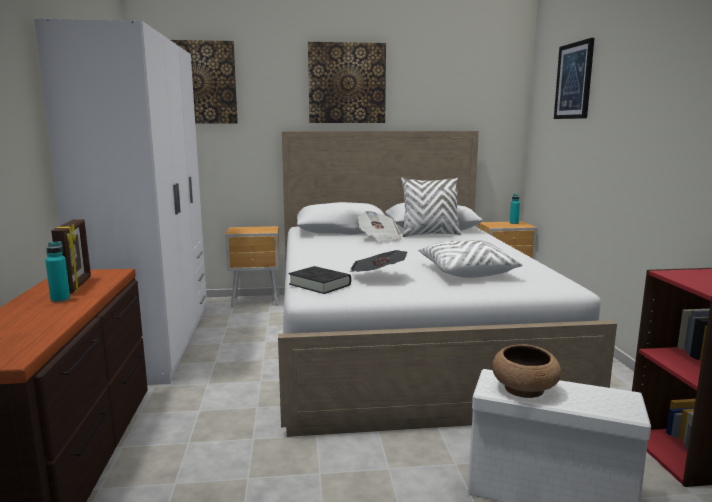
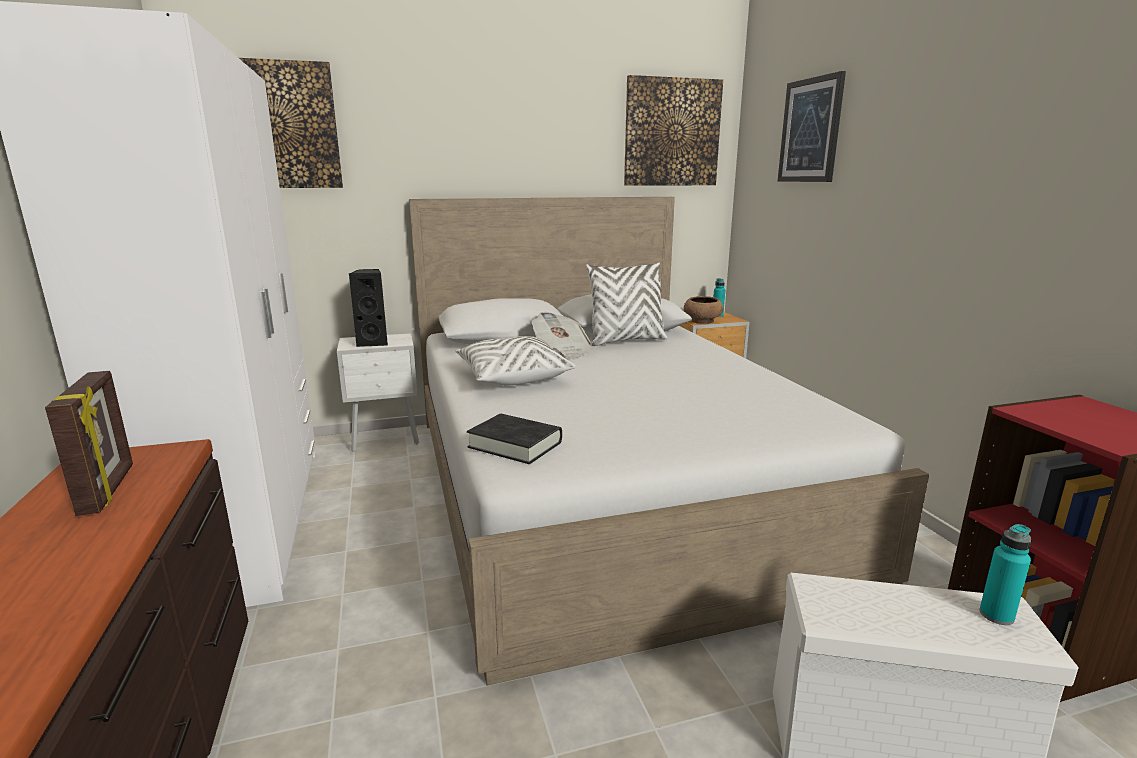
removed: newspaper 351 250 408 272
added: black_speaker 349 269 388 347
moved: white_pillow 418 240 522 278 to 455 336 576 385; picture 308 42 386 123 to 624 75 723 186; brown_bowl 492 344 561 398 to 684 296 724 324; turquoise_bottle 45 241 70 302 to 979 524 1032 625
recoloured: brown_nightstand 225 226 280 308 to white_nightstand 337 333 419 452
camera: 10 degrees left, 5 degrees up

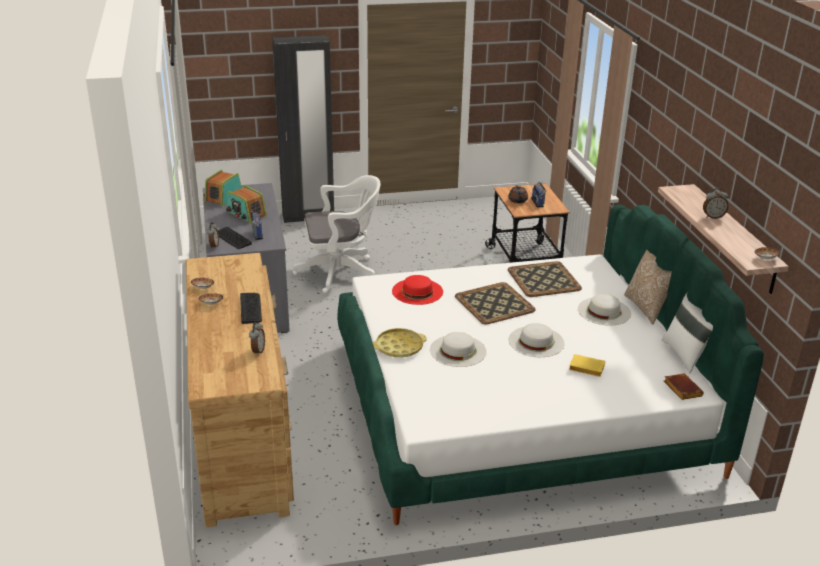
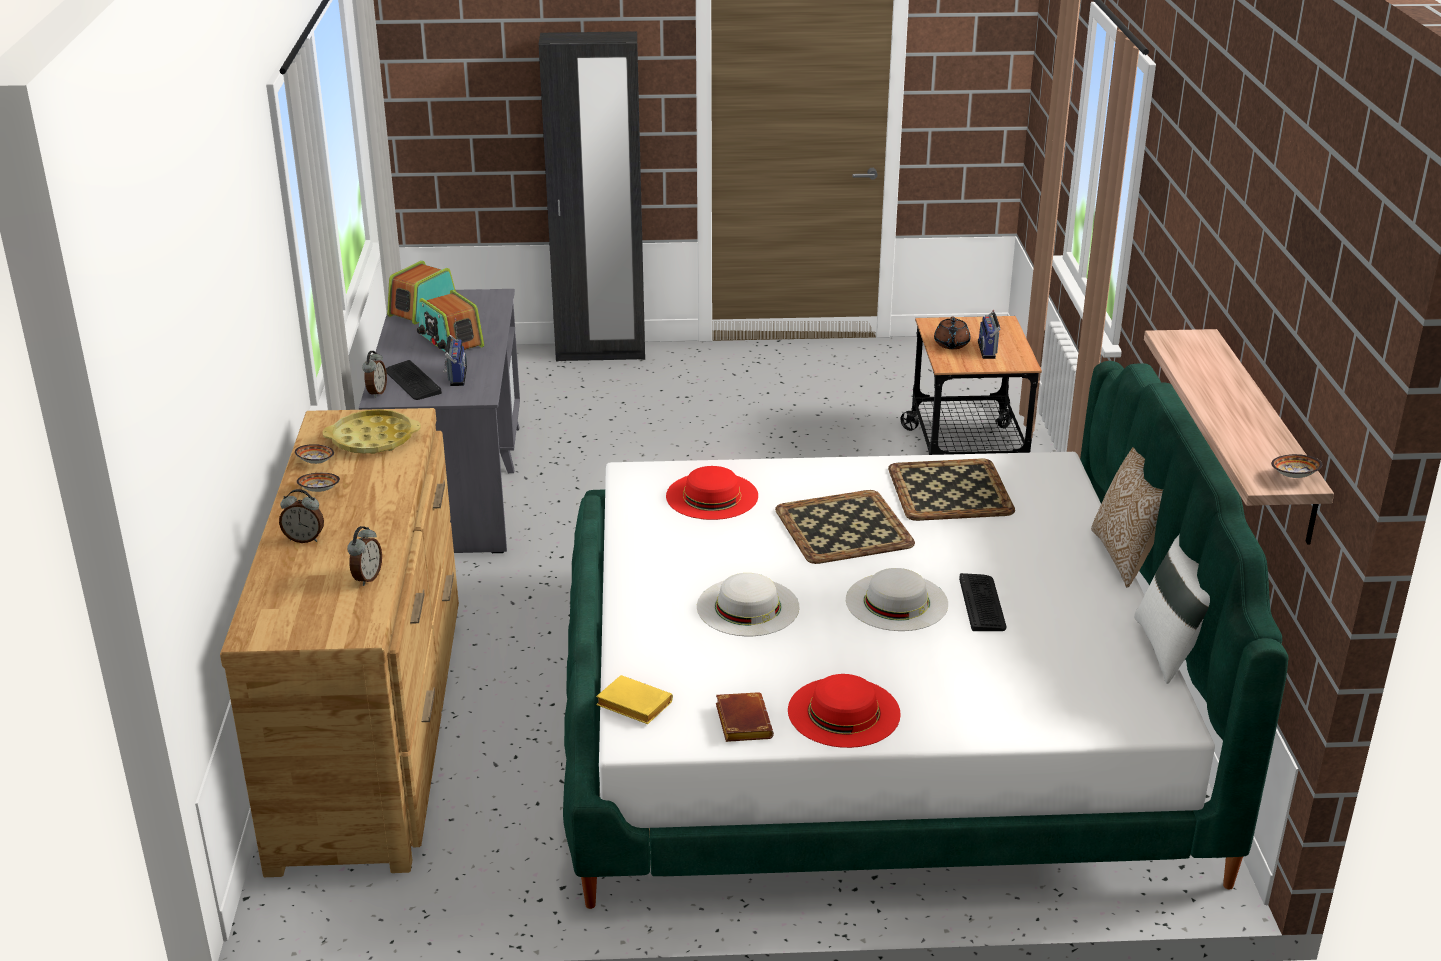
removed: white_office_chair 293 175 381 294; white_hat 578 294 631 325
added: red_hat 788 674 901 748
moved: alarm_clock 703 188 729 219 to 279 489 324 543; yellow_tray 372 328 427 357 to 323 409 421 454; yellow_book 569 354 605 377 to 596 675 673 724; brown_book 664 373 704 400 to 716 692 774 742; keyboard 240 293 262 324 to 959 573 1006 631
camera: 10 degrees right, 0 degrees up

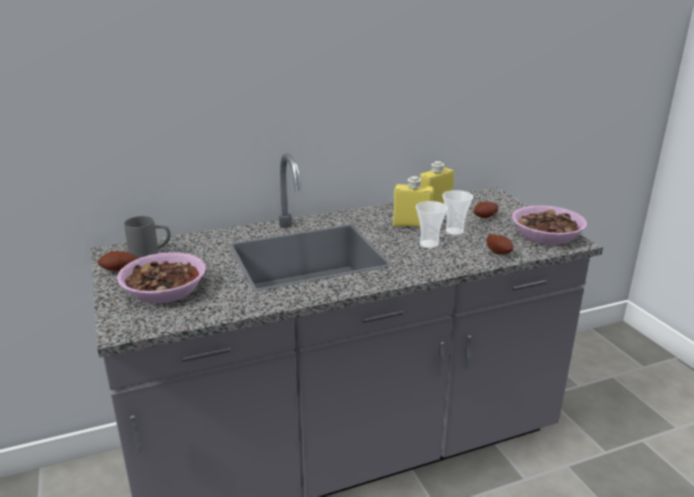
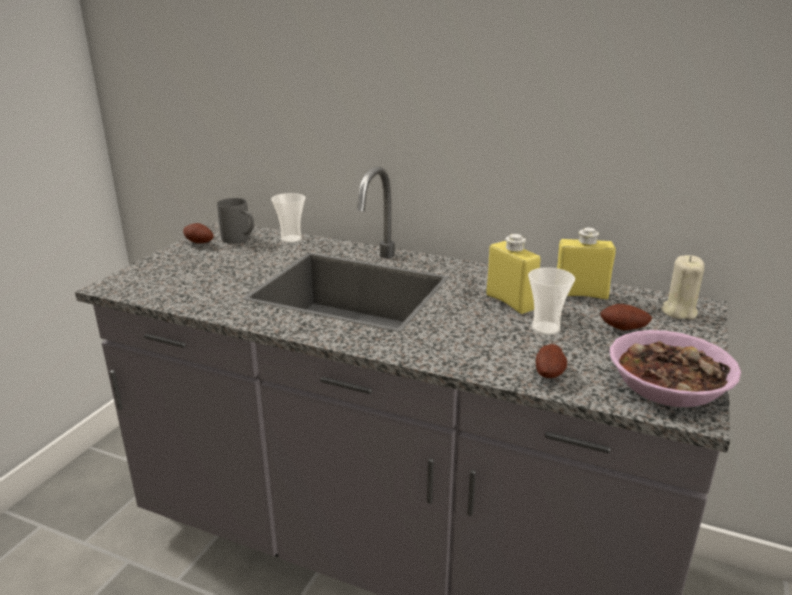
removed: bowl 117 252 206 303
added: beige_candle 661 255 705 319
moved: cup 416 201 448 249 to 271 193 306 243
camera: 45 degrees right, 0 degrees up

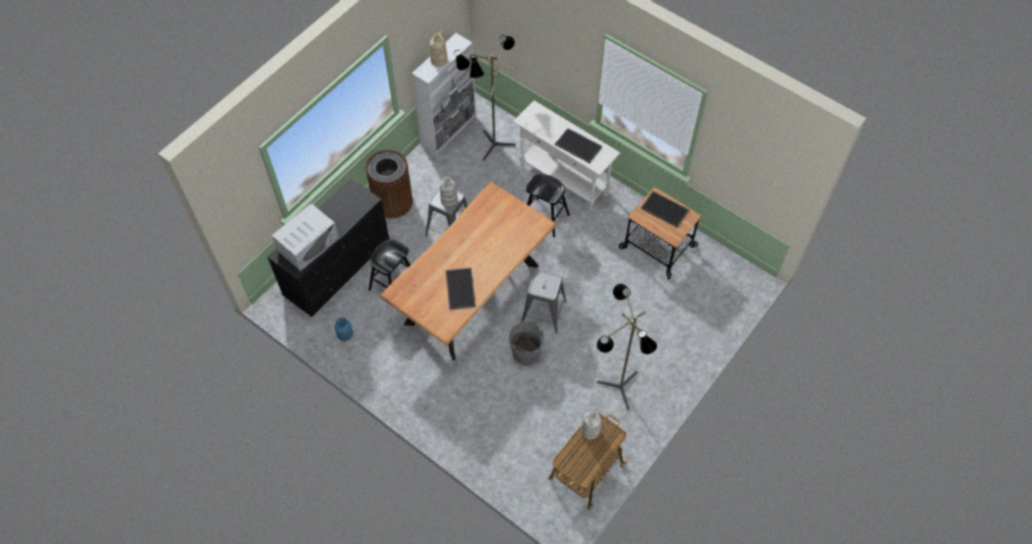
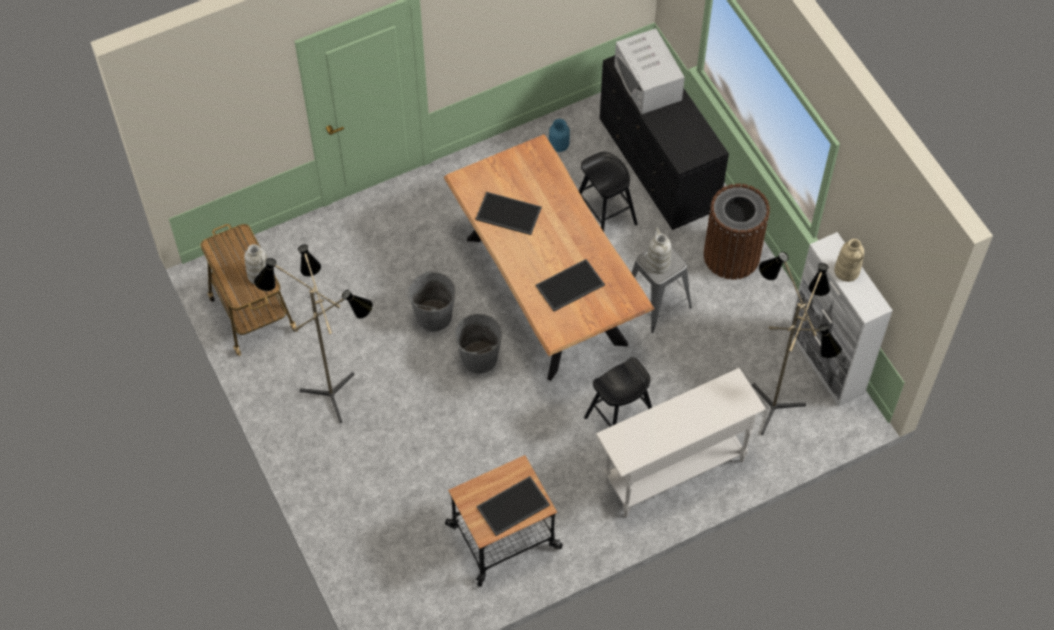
moved: tray 555 128 602 163 to 536 259 605 312
replaced: grey_stool 521 270 567 333 to grey_bucket 455 314 502 374
camera: 115 degrees right, 0 degrees up

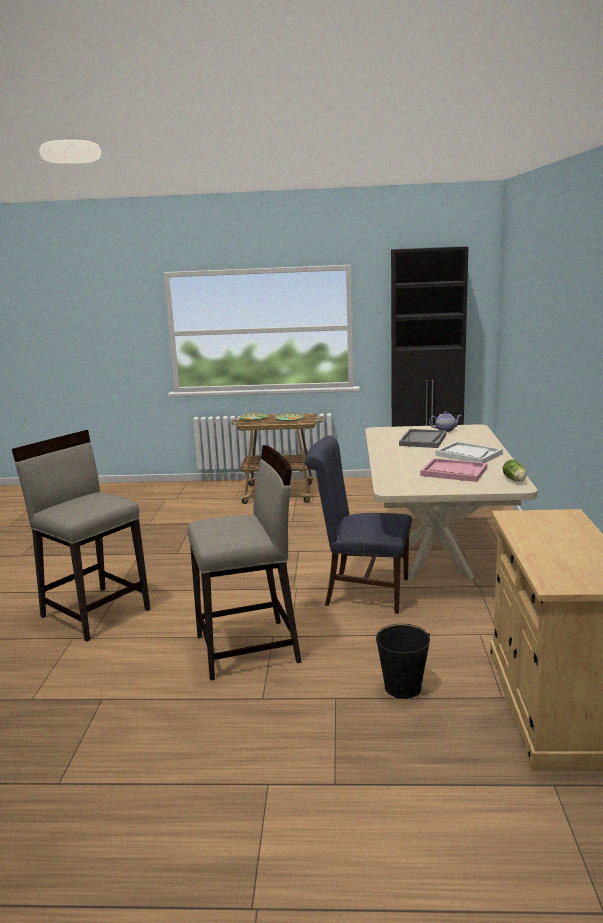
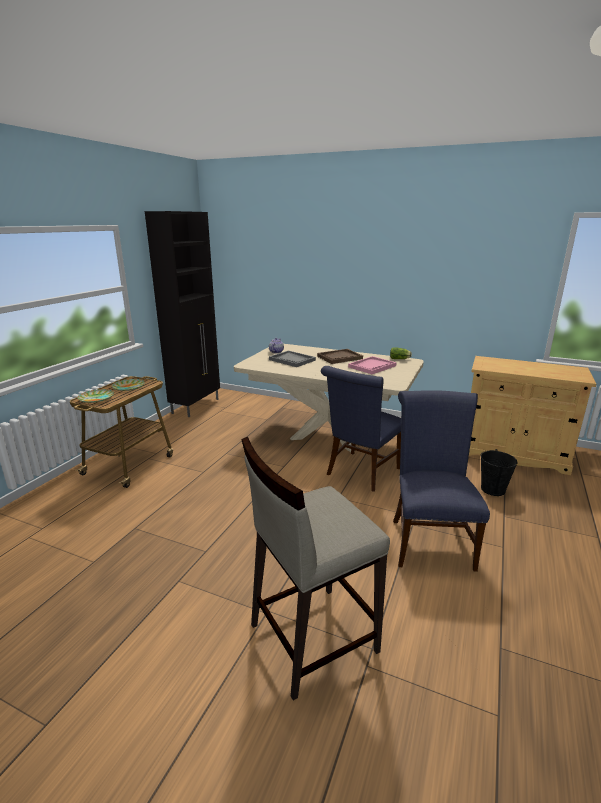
replaced: beige_stool 187 445 301 681 to blue_chair 393 390 490 572
recoloured: white_tray 435 441 503 463 to brown_tray 317 349 363 364
camera: 70 degrees left, 5 degrees up

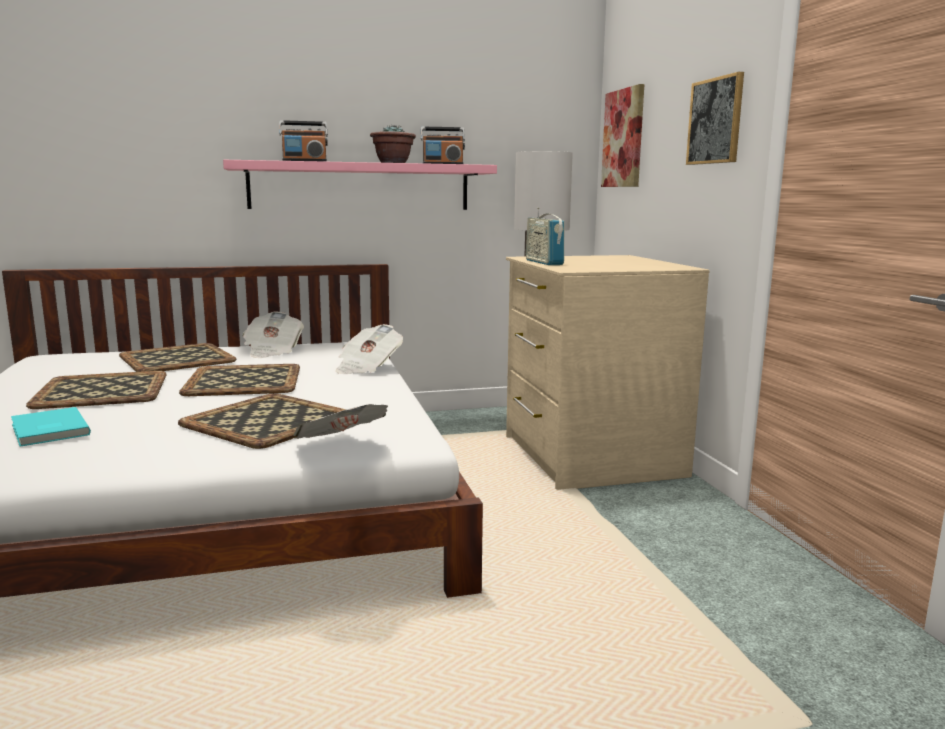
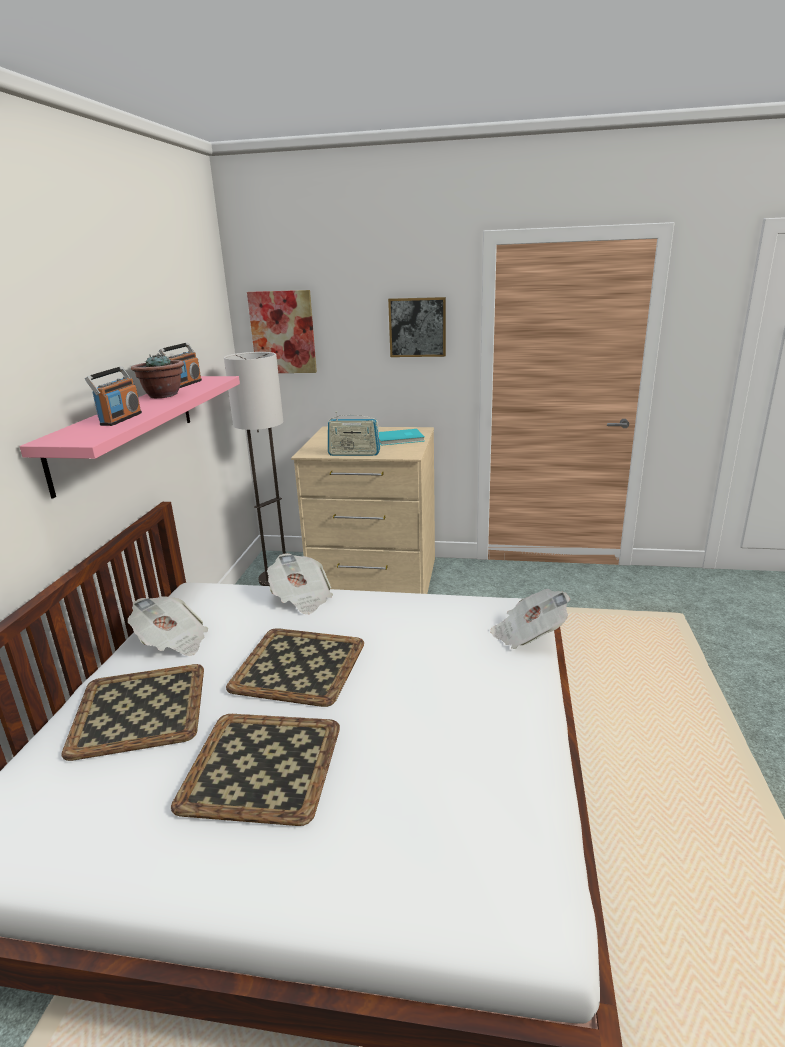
removed: tray 178 394 347 449
moved: turquoise_book 11 407 91 447 to 379 429 425 446
camera: 65 degrees left, 10 degrees up

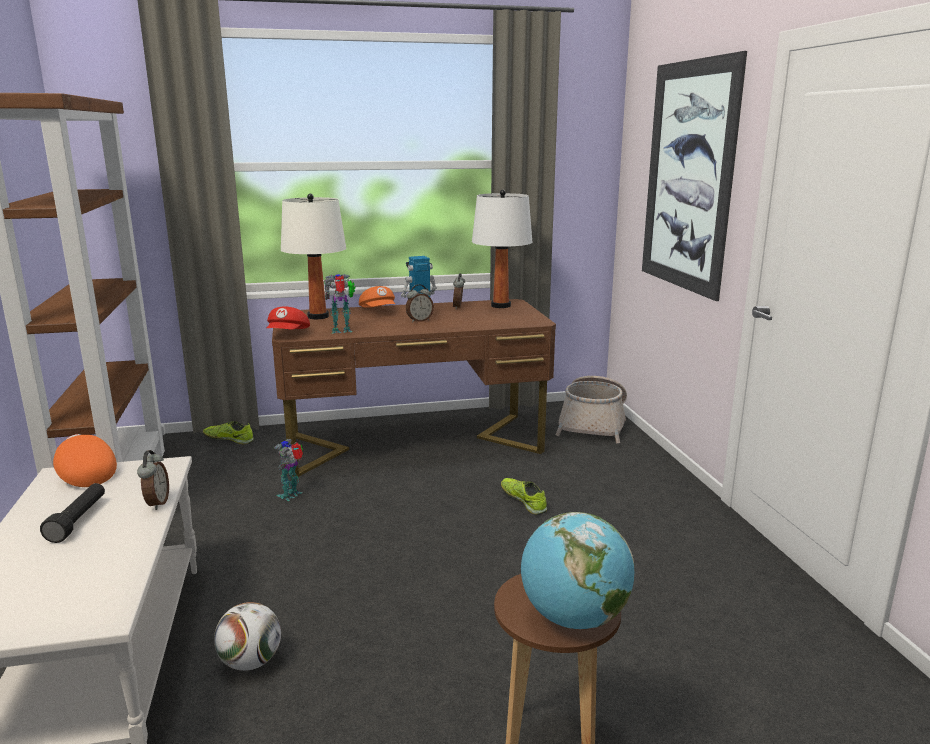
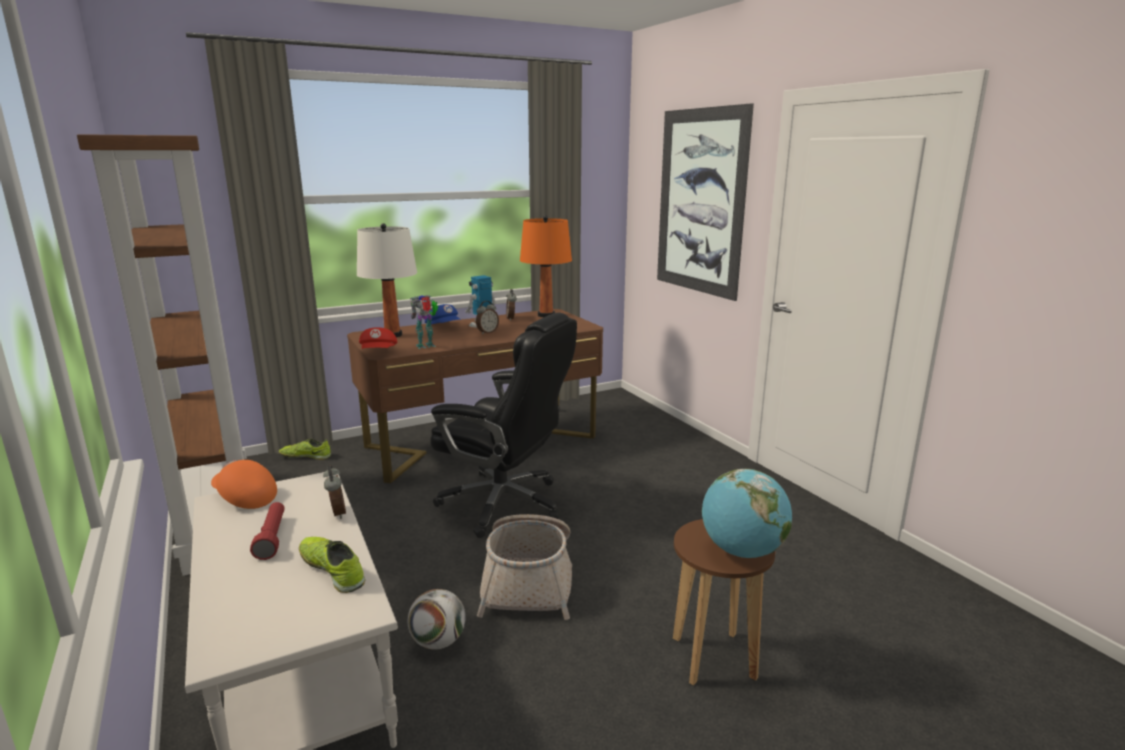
removed: toy_robot 273 439 303 501
added: black_office_chair 430 313 577 538
moved: shoe 501 478 547 514 to 299 537 365 593; basket 555 376 627 443 to 477 514 572 620
recoloured: black_flashlight 40 483 105 543 to red_flashlight 250 502 285 560; orange_cap 359 286 395 308 to blue_cap 425 304 460 324; white_table_lamp 472 190 532 308 to orange_table_lamp 520 215 572 317
camera: 15 degrees left, 0 degrees up

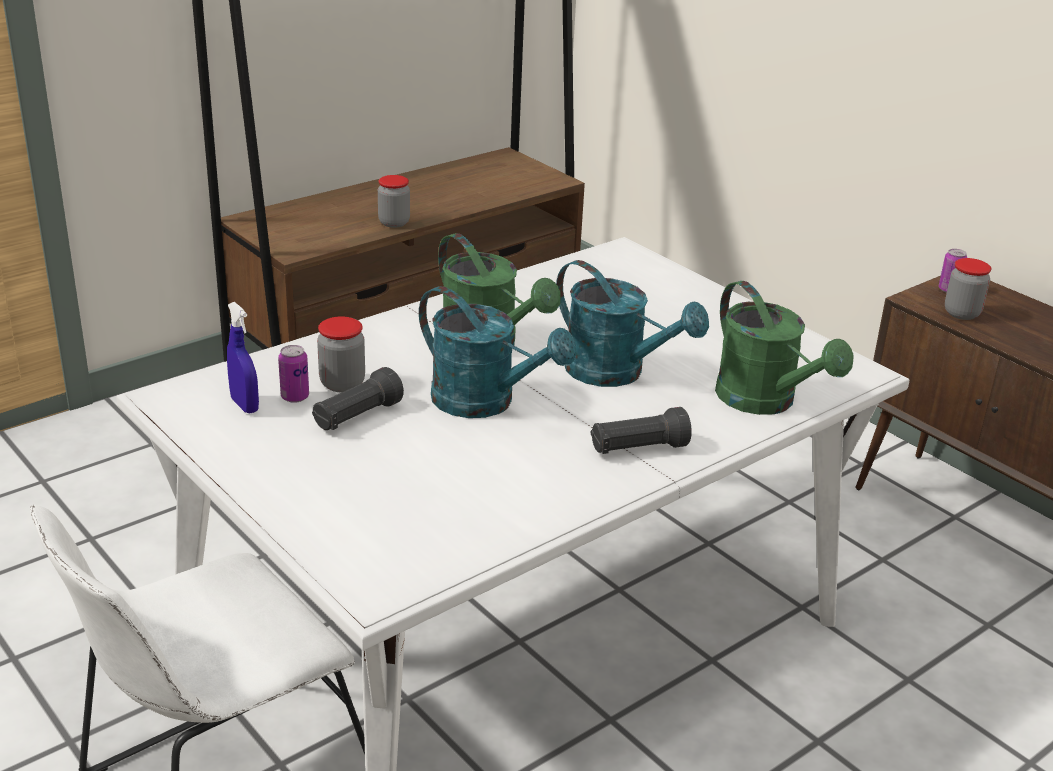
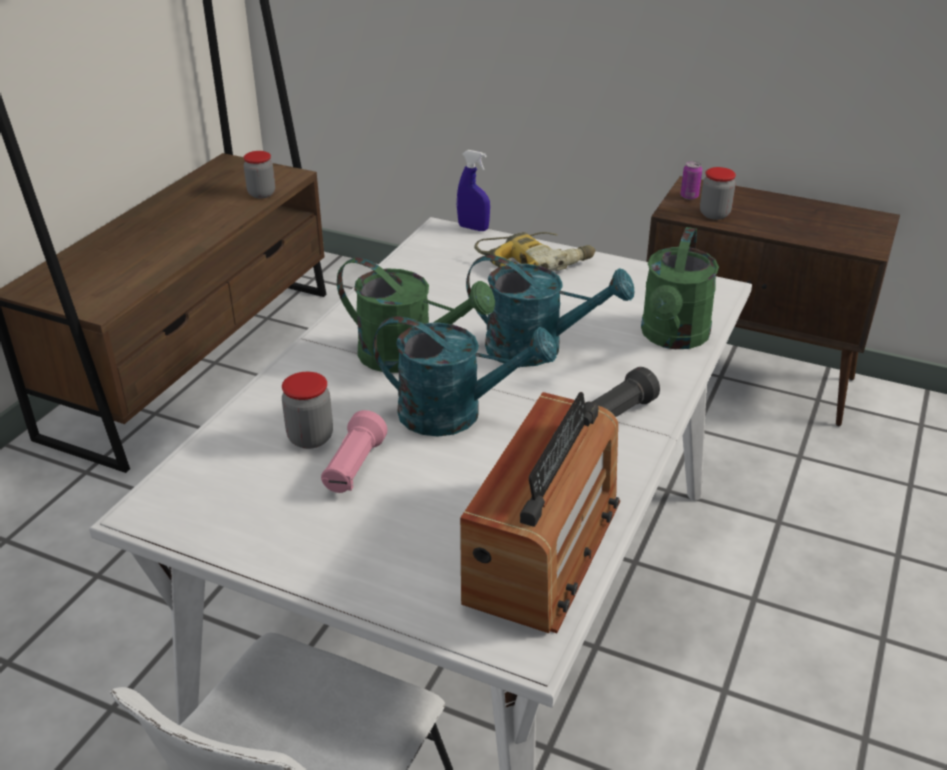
removed: can 278 345 309 403
added: radio 460 392 620 633; power_drill 474 232 595 271
moved: jar 378 175 410 228 to 243 151 275 198; blue_spray_bottle 227 302 259 413 to 457 150 490 231
recoloured: black_flashlight 312 367 404 430 to pink_flashlight 321 410 387 493
turned: green_watering_can 715 281 854 415 = 641 227 719 349 75 degrees clockwise
camera: 25 degrees left, 5 degrees up

